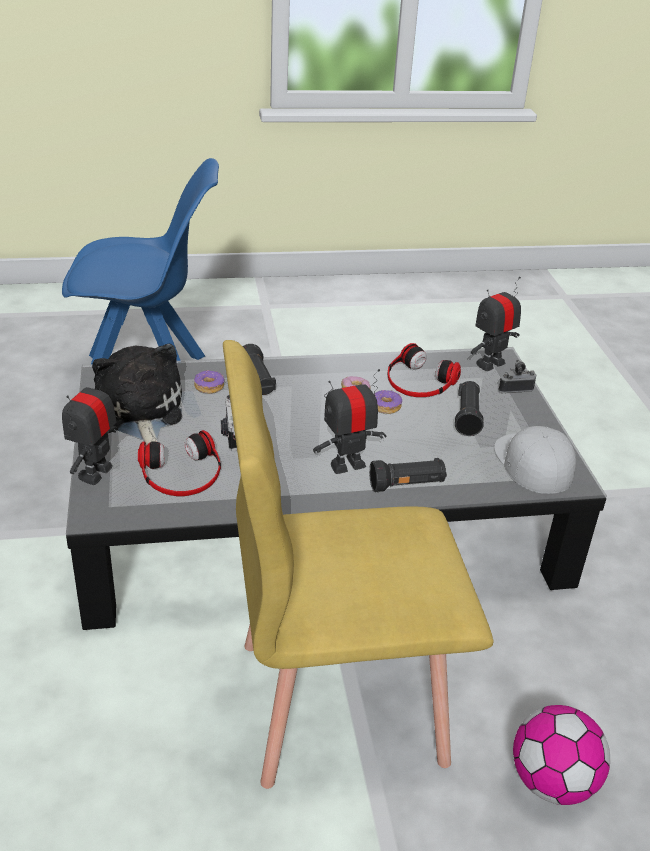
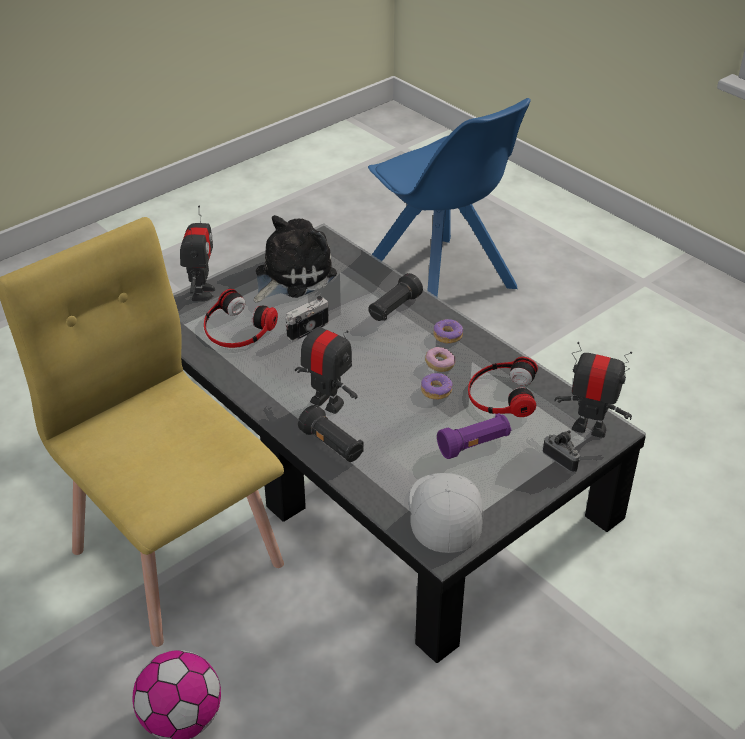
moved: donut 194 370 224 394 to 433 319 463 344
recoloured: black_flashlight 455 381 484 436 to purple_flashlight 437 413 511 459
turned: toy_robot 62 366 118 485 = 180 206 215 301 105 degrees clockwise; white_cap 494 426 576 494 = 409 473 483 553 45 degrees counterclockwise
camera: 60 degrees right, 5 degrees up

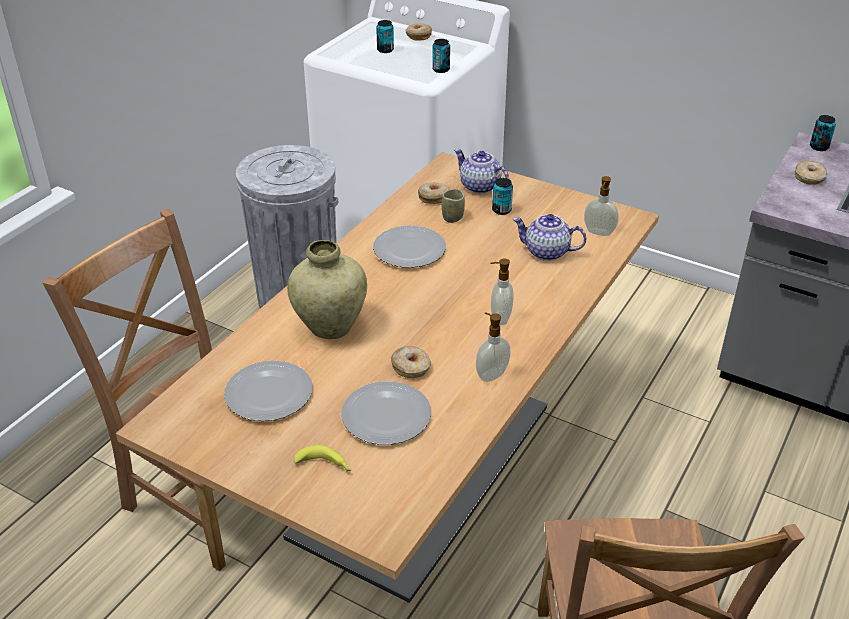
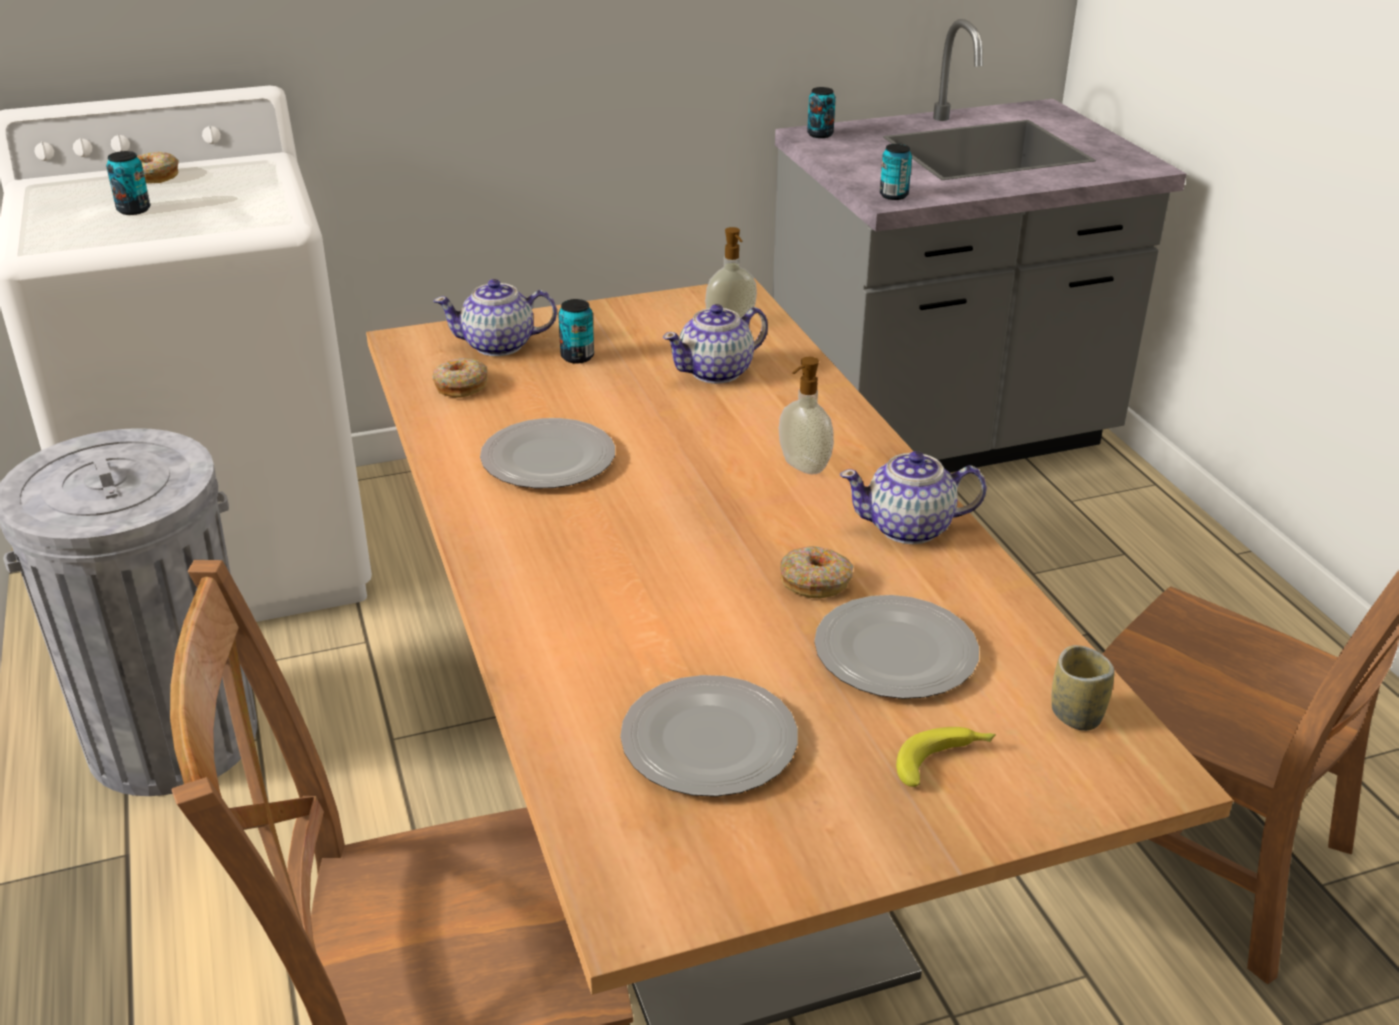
removed: beige_vase 287 240 367 339; donut 794 161 827 185
moved: can 432 39 450 73 to 880 144 912 200; cup 442 189 465 223 to 1051 645 1114 731
replaced: soap_dispenser 476 312 510 382 to teapot 840 451 987 544
camera: 50 degrees left, 5 degrees down

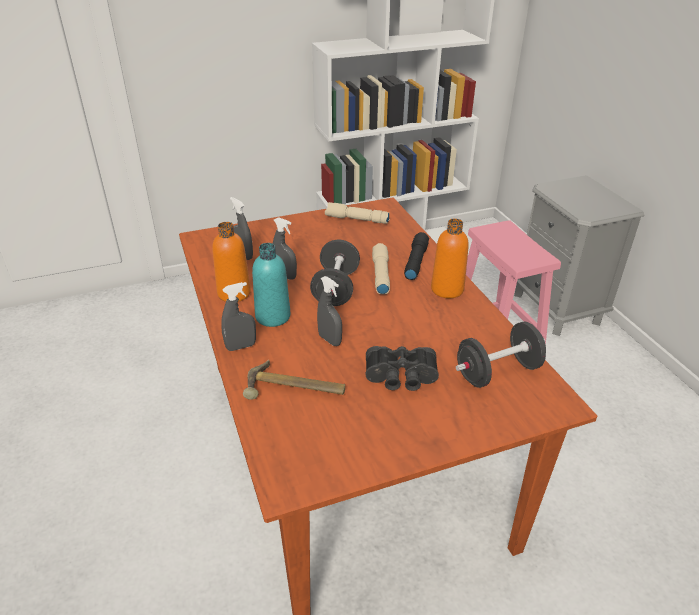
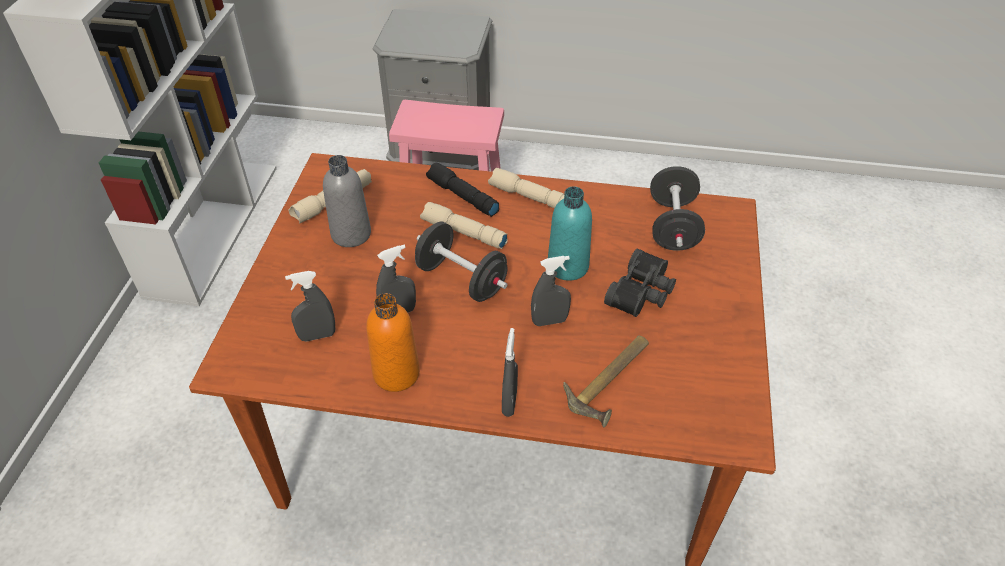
added: grey_bottle 323 155 371 247
moved: turquoise_bottle 252 243 291 327 to 548 186 592 281
replaced: orange_bottle 431 219 469 298 to beige_flashlight 488 168 564 209
camera: 60 degrees left, 10 degrees up

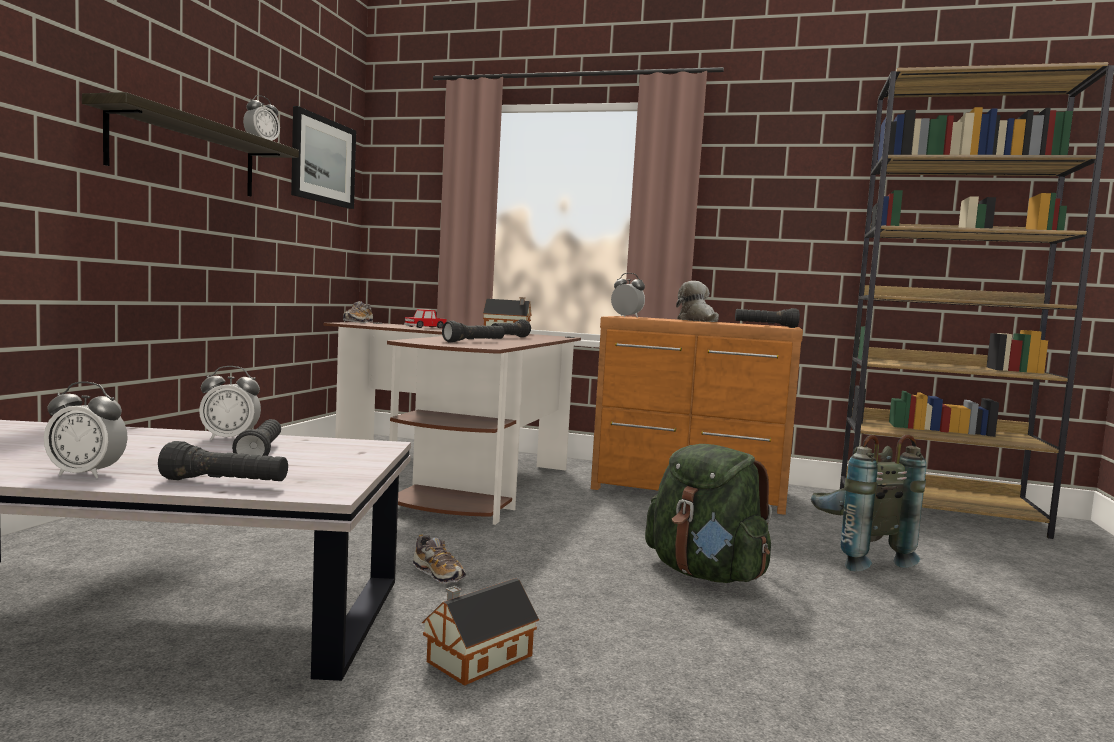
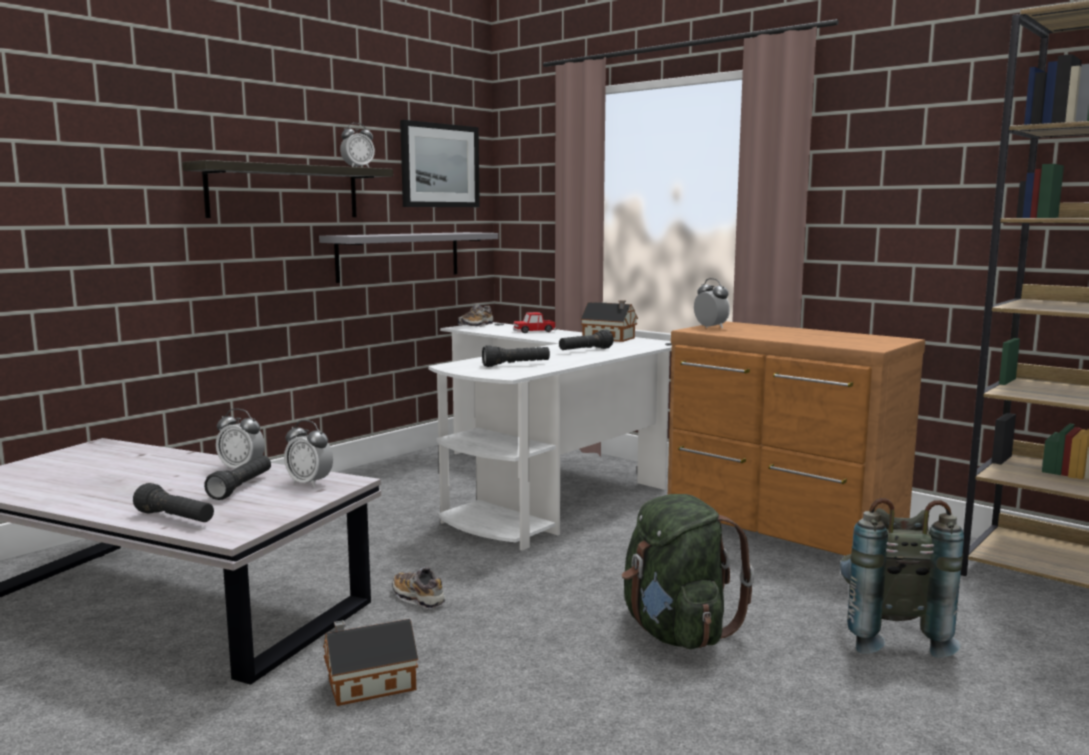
removed: plush_toy 676 281 719 322; black_flashlight 735 308 800 328
added: grey_shelf 319 232 498 283
moved: alarm_clock 44 381 128 479 to 284 420 333 487
recoloured: brown_desk 324 322 581 525 to white_desk 428 322 672 551
turned: shoe 413 534 466 584 = 392 567 445 609 150 degrees clockwise
camera: 25 degrees right, 5 degrees up

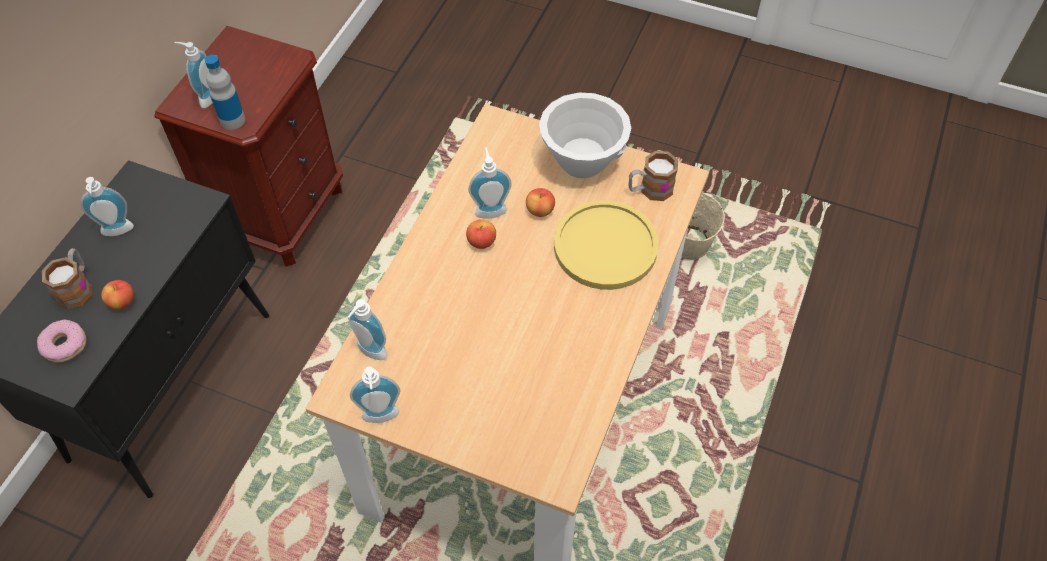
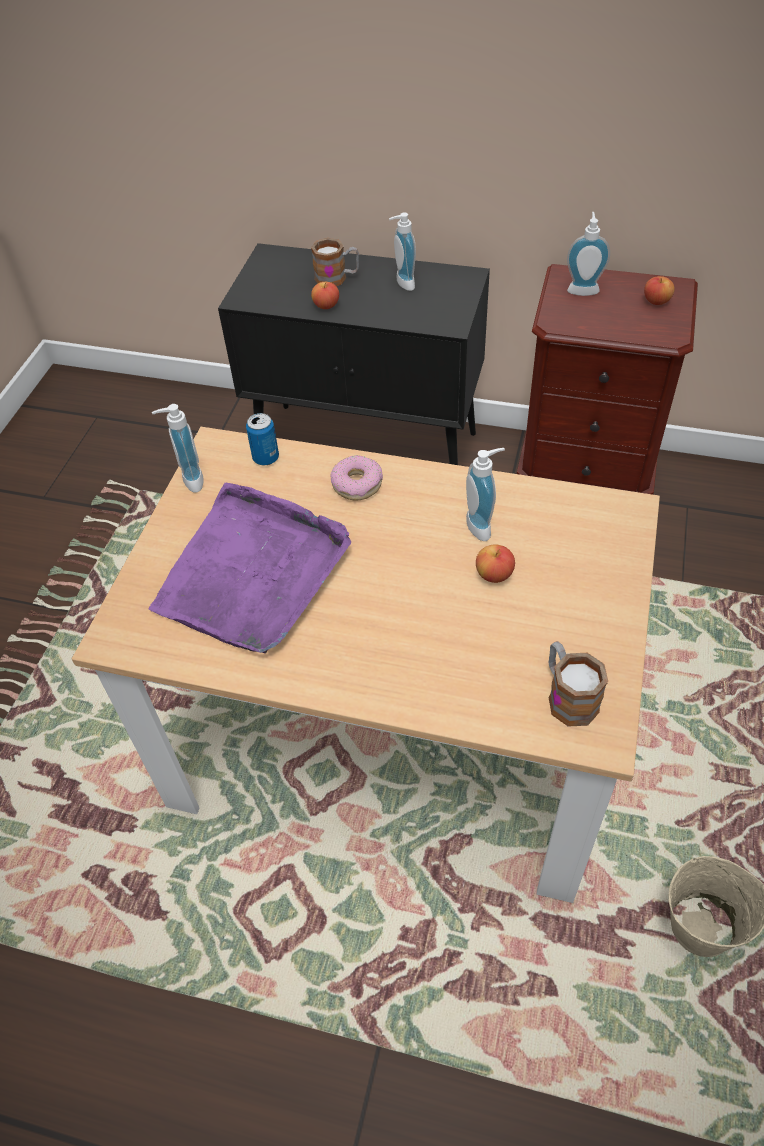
removed: bottle 205 55 245 130; white_bowl 539 93 631 178; yellow_plate 554 200 658 290
added: purple_tray 149 483 351 653
moved: donut 37 320 87 362 to 330 455 383 500; apple 466 219 496 249 to 644 276 675 305
replaced: soap_dispenser 347 299 388 360 to can 246 413 279 465
camera: 85 degrees right, 5 degrees down

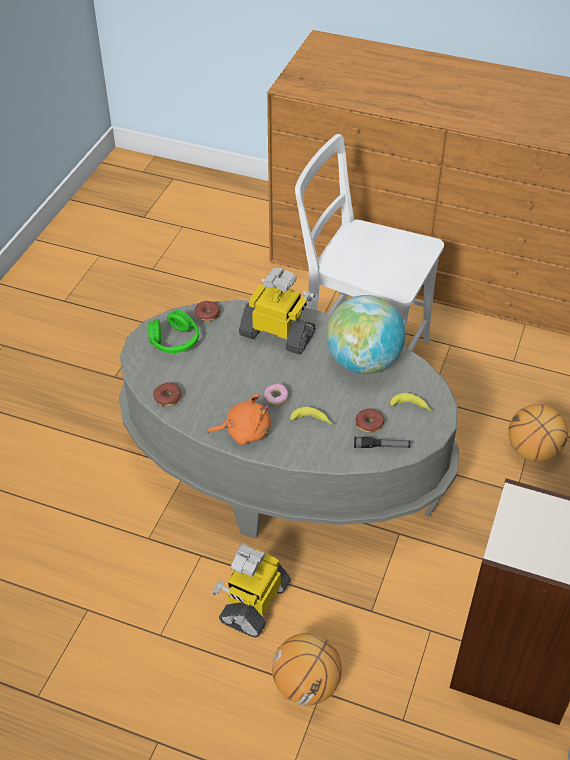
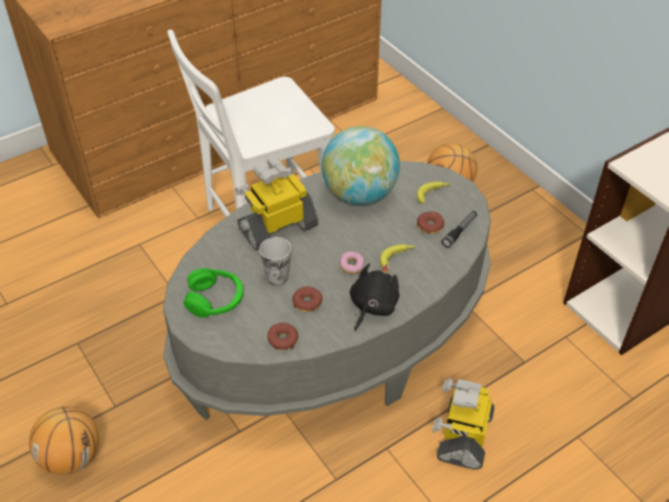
added: cup 259 237 291 285
moved: basketball 272 633 342 706 to 29 406 99 475; donut 194 301 221 321 to 292 286 323 312
recoloured: orange_plush_toy 207 394 271 445 to black_plush_toy 350 263 399 331
turned: toy_robot 212 543 291 637 = 432 378 494 470 45 degrees clockwise
camera: 55 degrees left, 0 degrees up

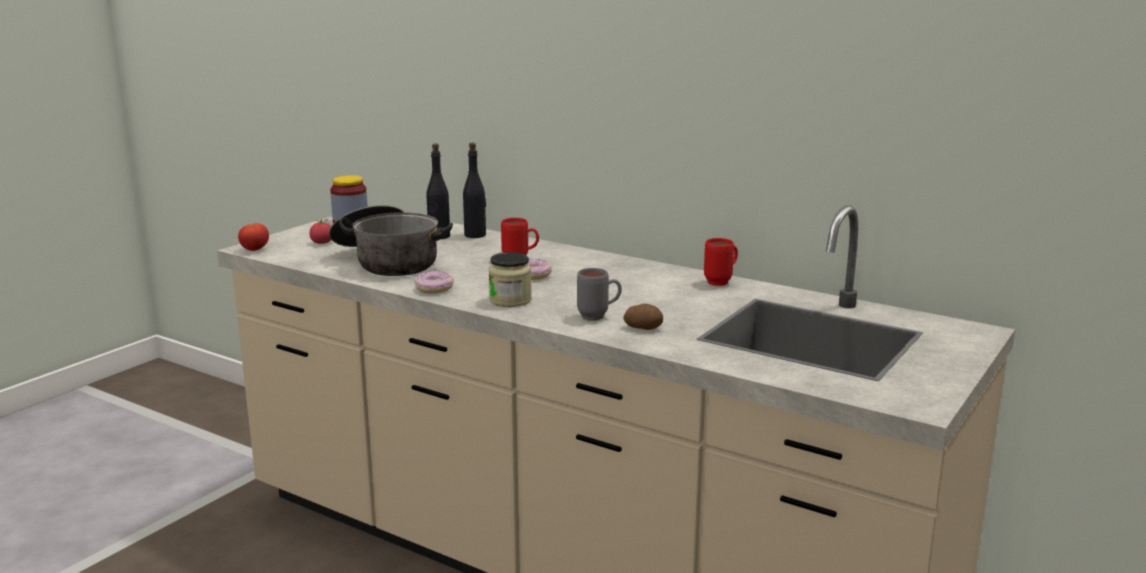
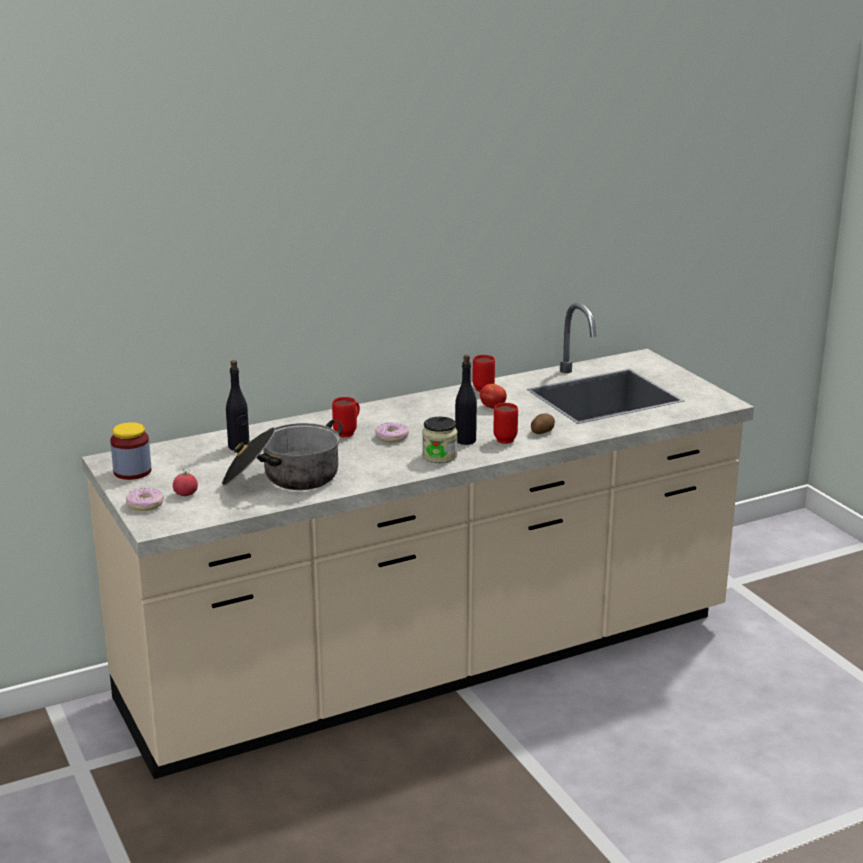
moved: donut 414 271 454 294 to 126 488 164 511; black_bottle 463 143 486 238 to 455 355 477 445; tomato 238 223 269 251 to 480 384 507 408
recoloured: grey_mug 577 268 622 321 to red_mug 493 403 518 444
camera: 60 degrees left, 5 degrees up

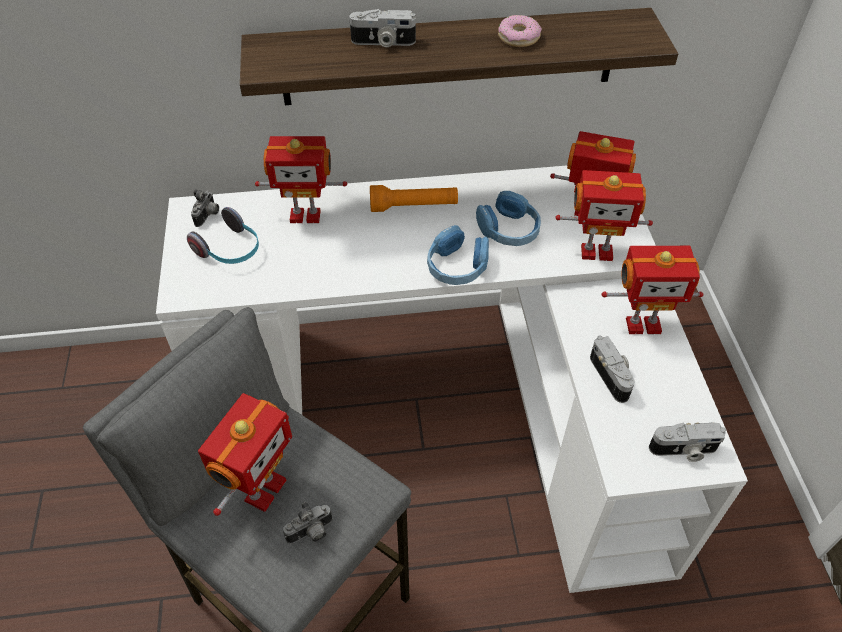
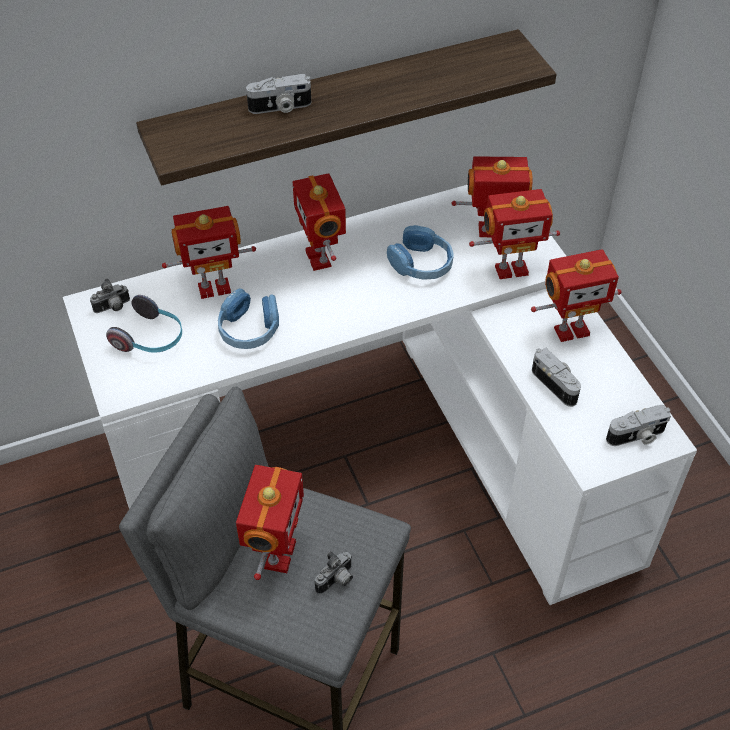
removed: donut 498 15 542 47
moved: blue_headphones 427 225 489 285 to 218 289 279 349
replaced: orange_flashlight 370 185 458 212 to toy_robot 293 173 346 271
turned: photo_camera 191 190 219 227 = 90 278 130 313 60 degrees clockwise
camera: 15 degrees left, 0 degrees up

